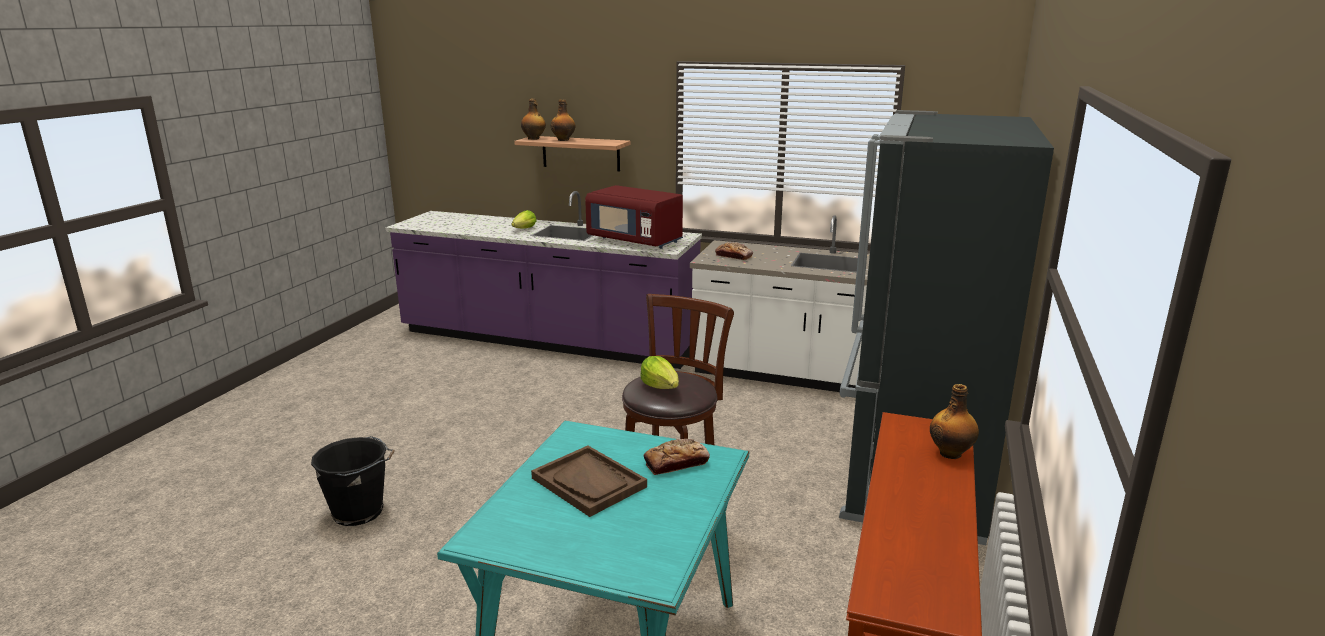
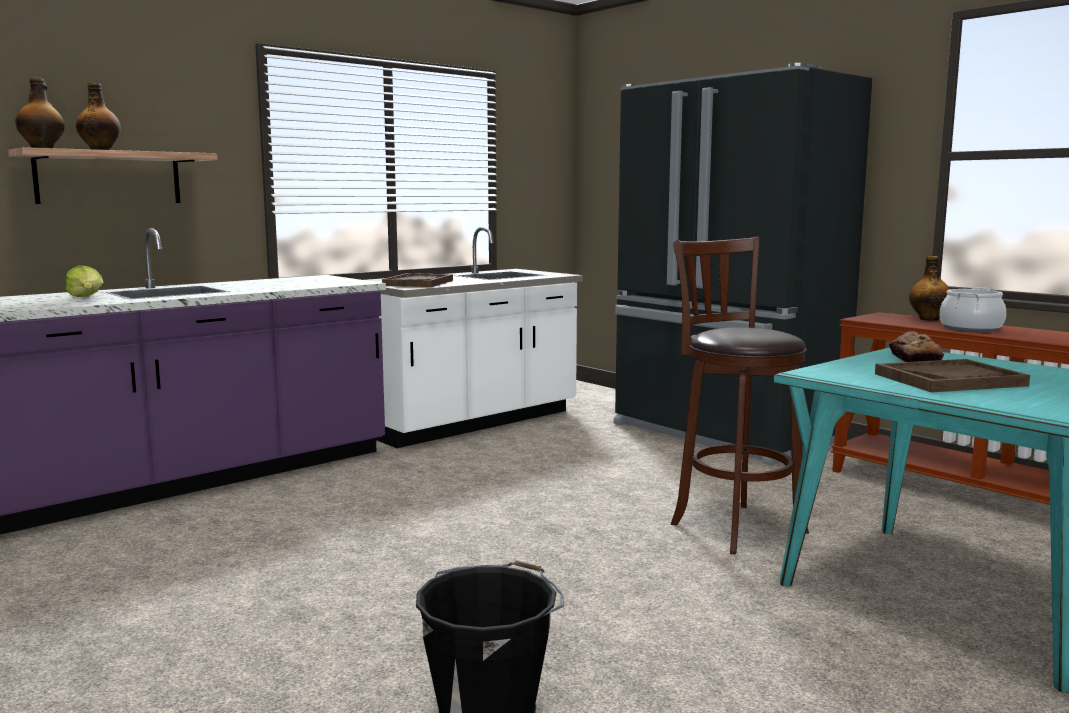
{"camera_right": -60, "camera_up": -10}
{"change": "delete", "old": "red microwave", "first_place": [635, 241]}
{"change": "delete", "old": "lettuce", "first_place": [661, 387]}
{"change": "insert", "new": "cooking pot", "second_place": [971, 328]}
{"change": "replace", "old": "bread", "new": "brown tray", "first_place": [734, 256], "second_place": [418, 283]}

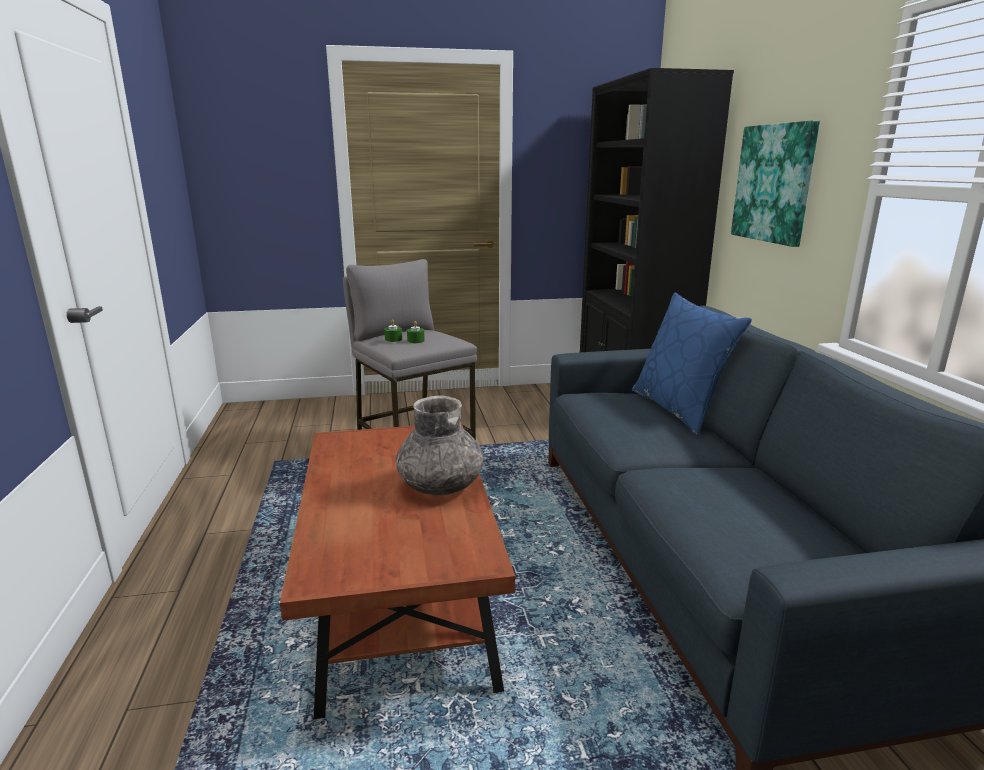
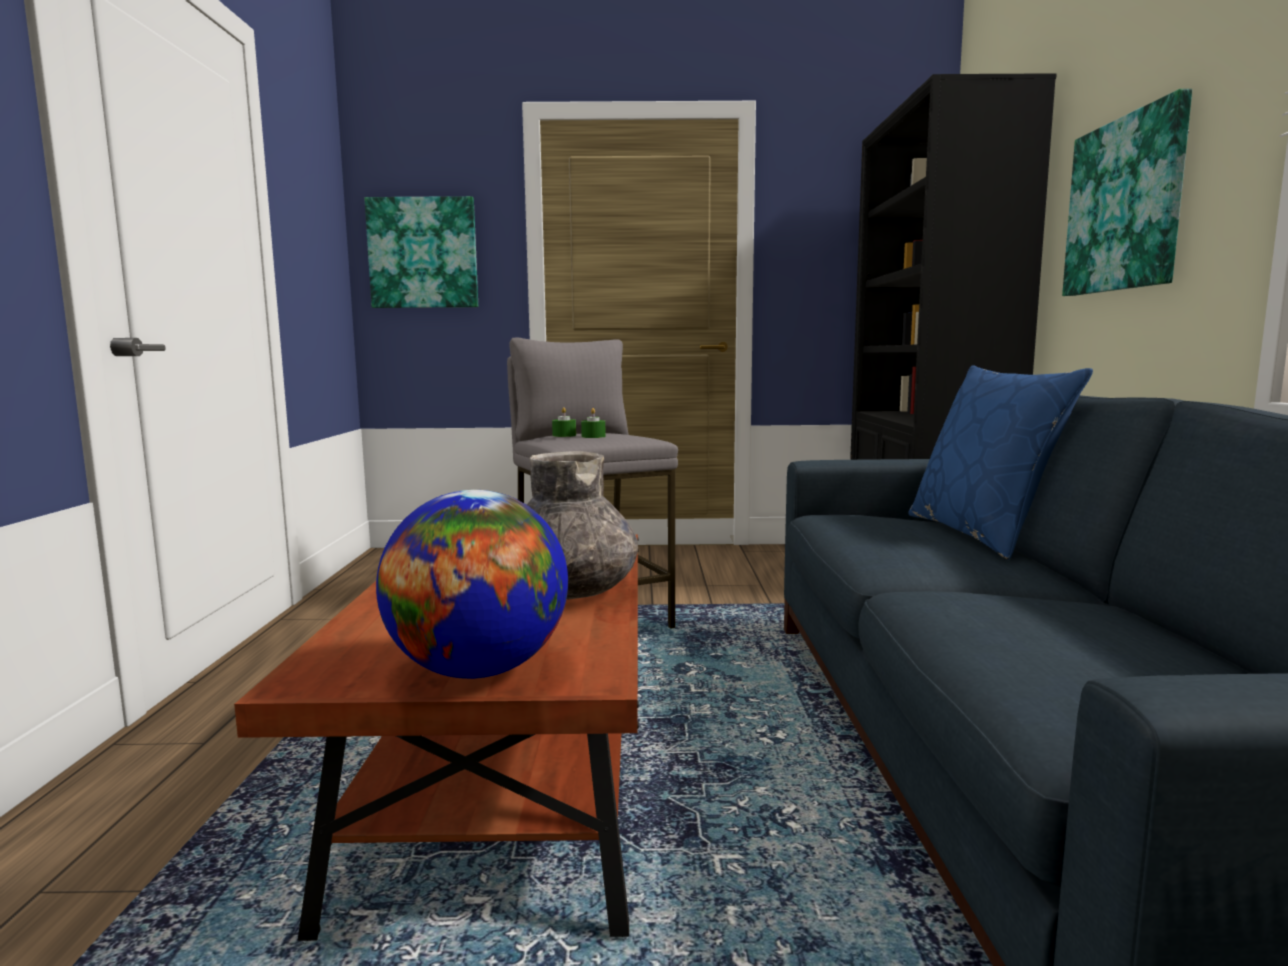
{"camera_right": 10, "camera_up": -10}
{"change": "insert", "new": "picture", "second_place": [423, 253]}
{"change": "insert", "new": "globe", "second_place": [478, 670]}

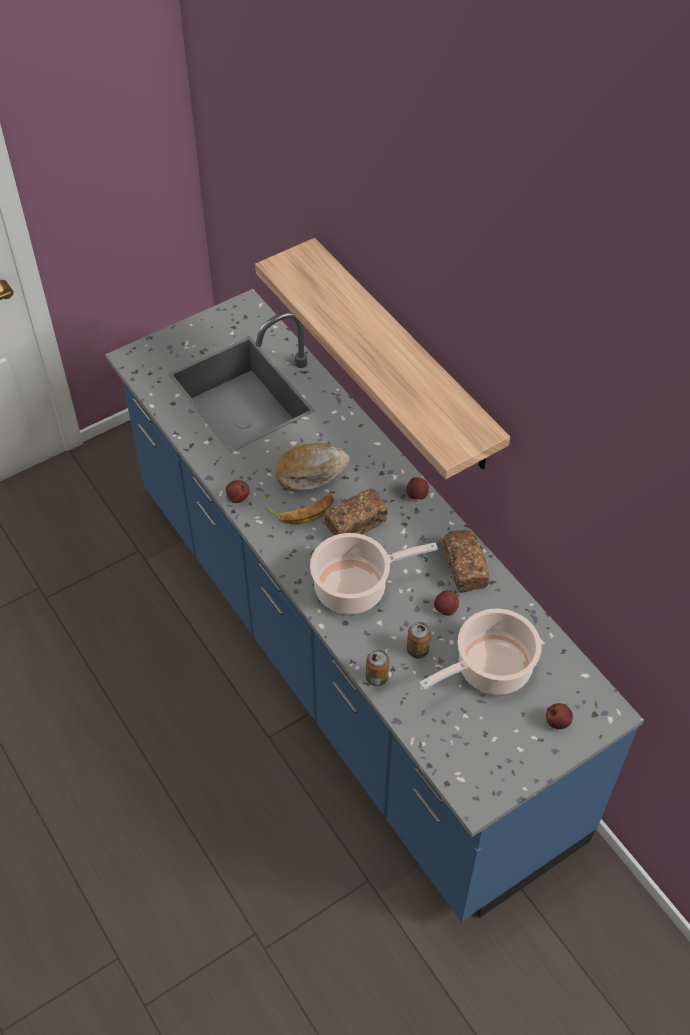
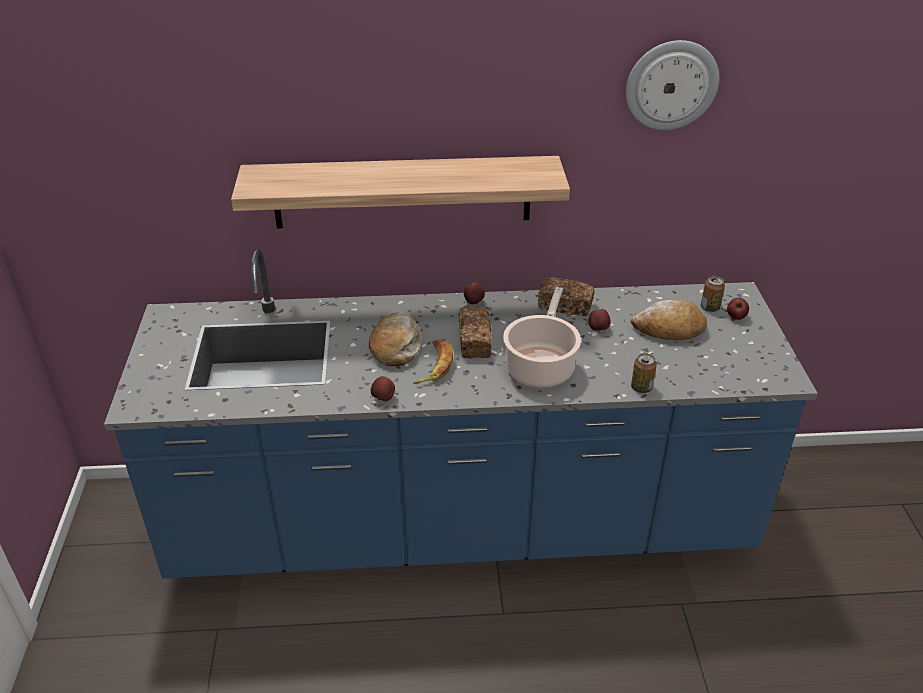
{"camera_right": -60, "camera_up": -15}
{"change": "insert", "new": "wall clock", "second_place": [671, 85]}
{"change": "move", "old": "can", "first_place": [417, 650], "second_place": [710, 308]}
{"change": "replace", "old": "cooking pot", "new": "bread", "first_place": [489, 669], "second_place": [669, 329]}

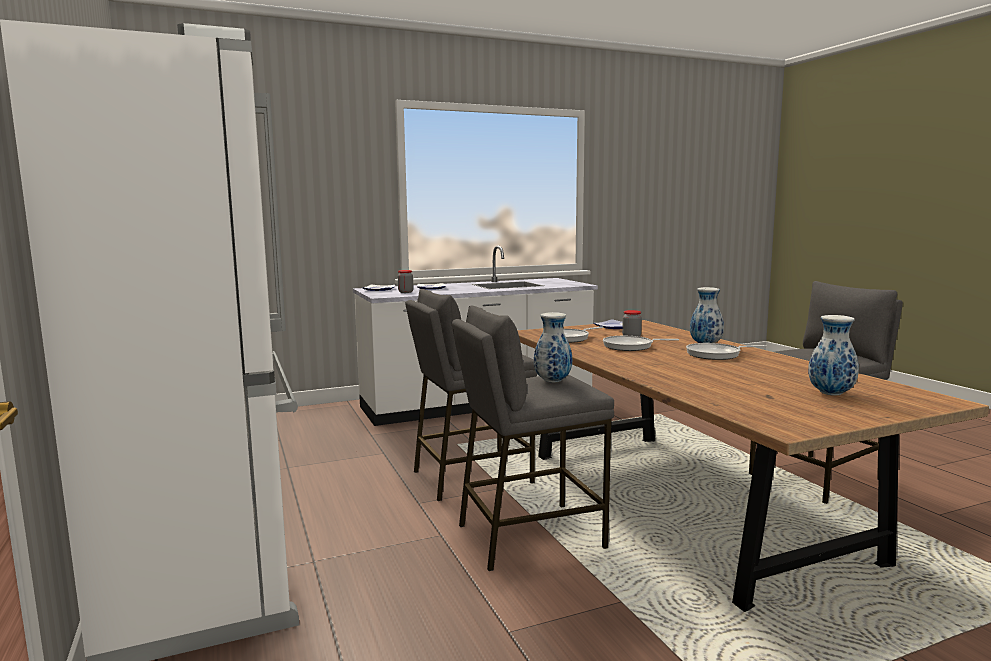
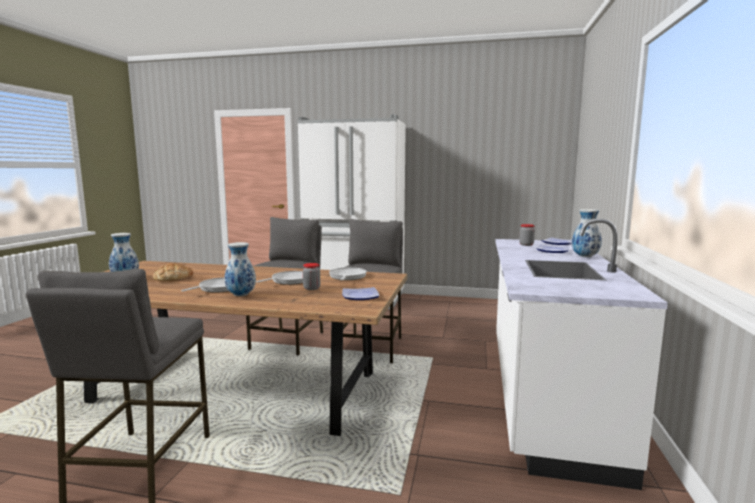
{"camera_right": 125, "camera_up": 0}
{"change": "insert", "new": "bread", "second_place": [173, 278]}
{"change": "move", "old": "vase", "first_place": [552, 381], "second_place": [585, 257]}

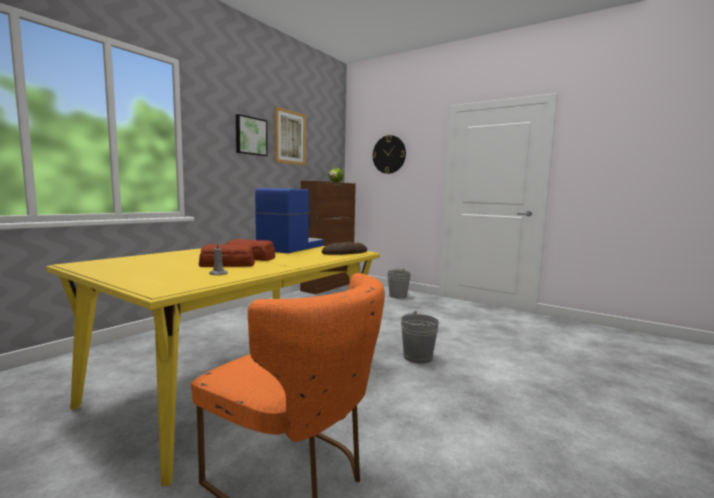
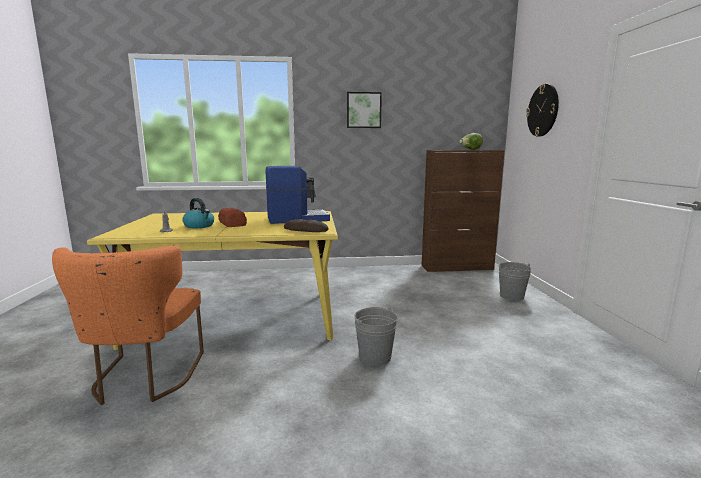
{"camera_right": 50, "camera_up": 5}
{"change": "delete", "old": "picture", "first_place": [290, 137]}
{"change": "replace", "old": "bread", "new": "kettle", "first_place": [226, 264], "second_place": [199, 226]}

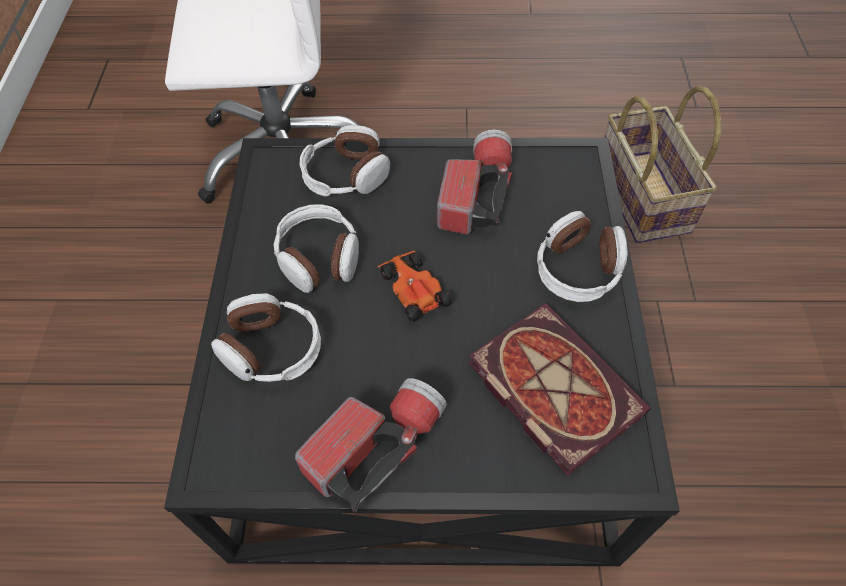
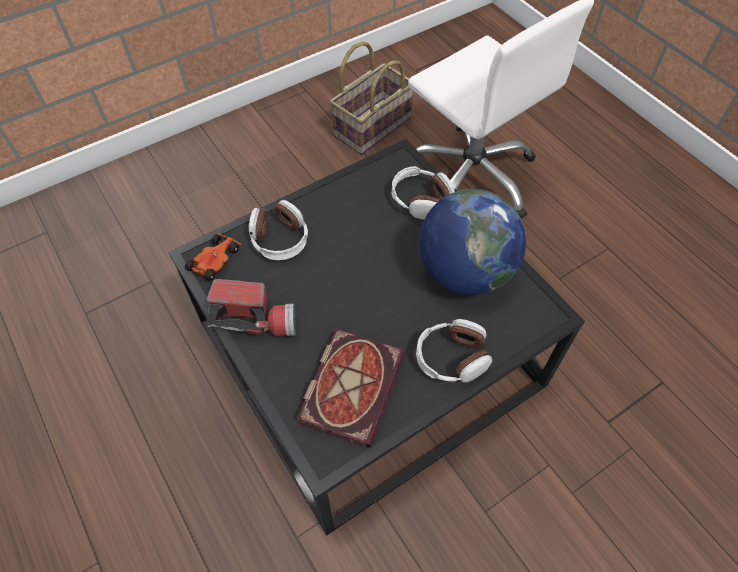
{"camera_right": 55, "camera_up": 0}
{"change": "delete", "old": "headphones", "first_place": [319, 257]}
{"change": "move", "old": "toy car", "first_place": [413, 289], "second_place": [215, 259]}
{"change": "move", "old": "basket", "first_place": [640, 197], "second_place": [372, 126]}
{"change": "replace", "old": "flashlight", "new": "globe", "first_place": [476, 194], "second_place": [464, 271]}

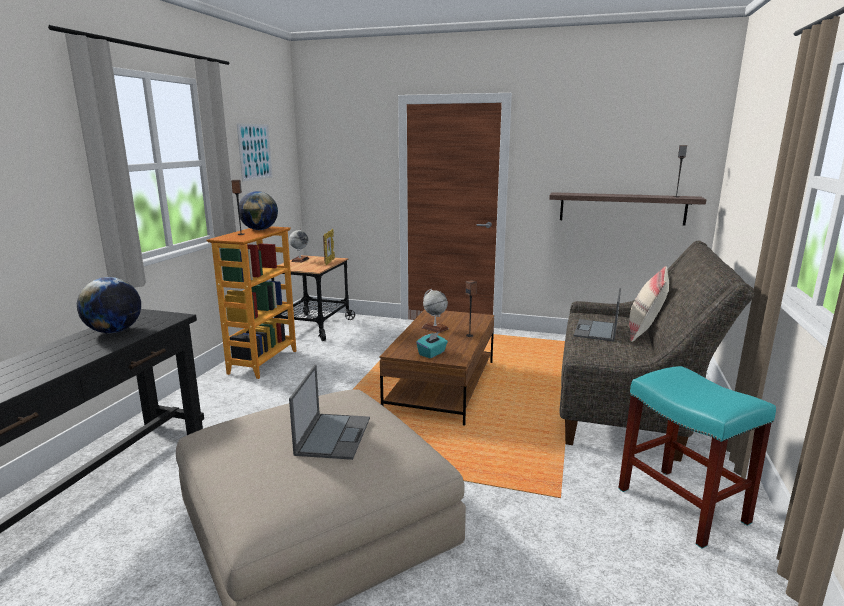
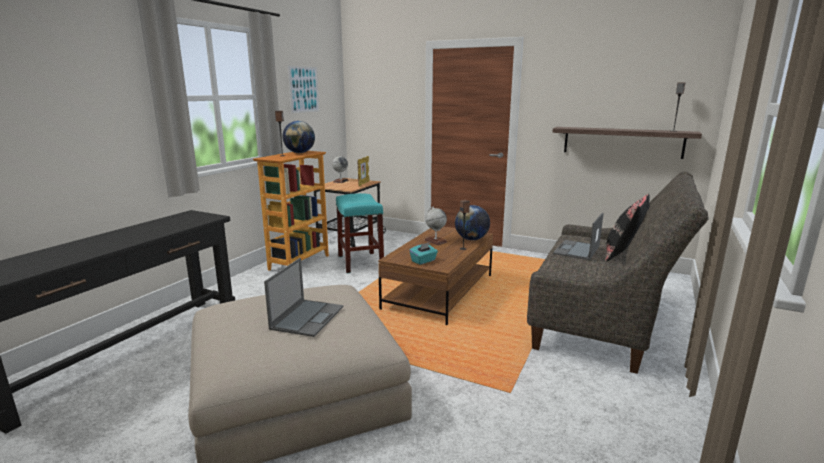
{"camera_right": 10, "camera_up": 0}
{"change": "move", "old": "globe", "first_place": [114, 331], "second_place": [471, 239]}
{"change": "move", "old": "turquoise stool", "first_place": [683, 506], "second_place": [361, 262]}
{"change": "recolor", "old": "beige pillow", "new": "black pillow", "first_place": [645, 332], "second_place": [623, 254]}

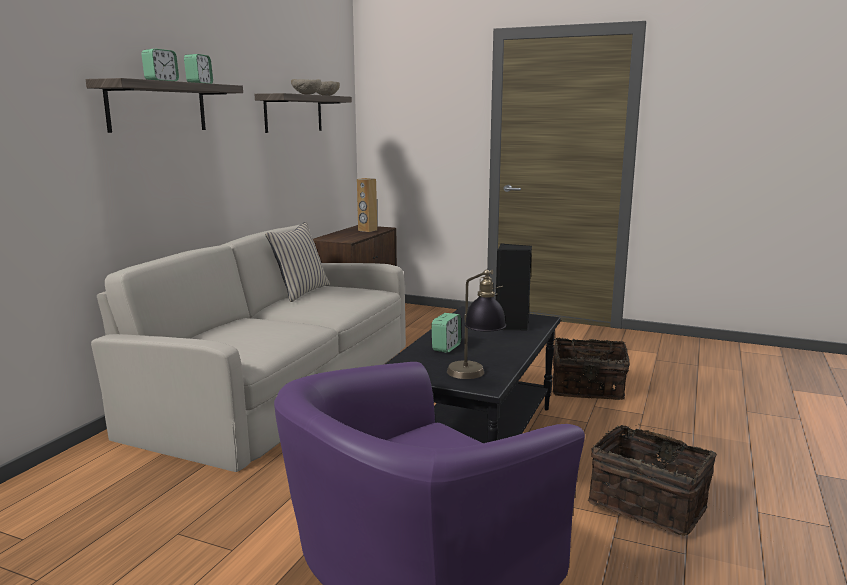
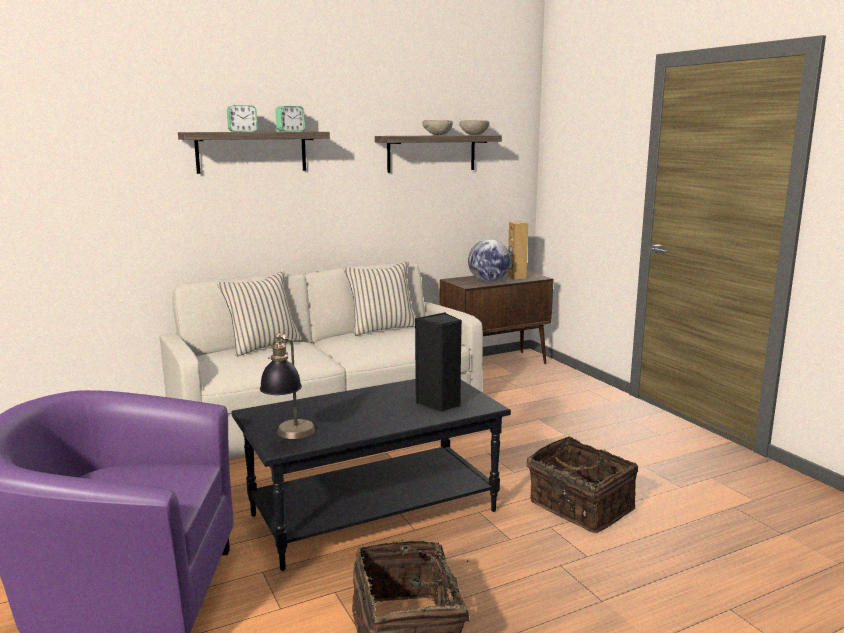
{"camera_right": 40, "camera_up": 0}
{"change": "delete", "old": "alarm clock", "first_place": [446, 347]}
{"change": "insert", "new": "beige pillow", "second_place": [263, 346]}
{"change": "insert", "new": "globe", "second_place": [488, 281]}

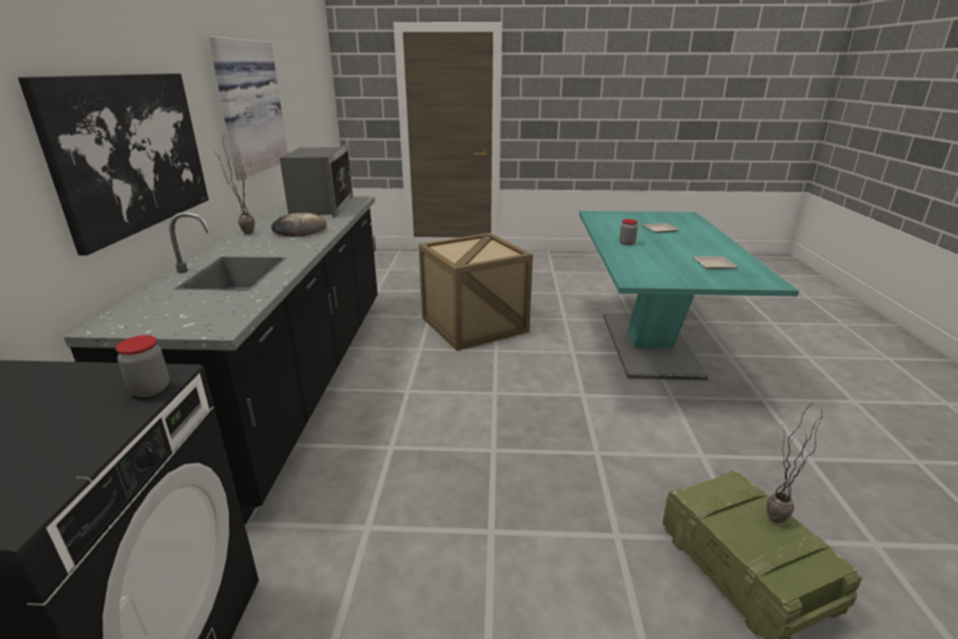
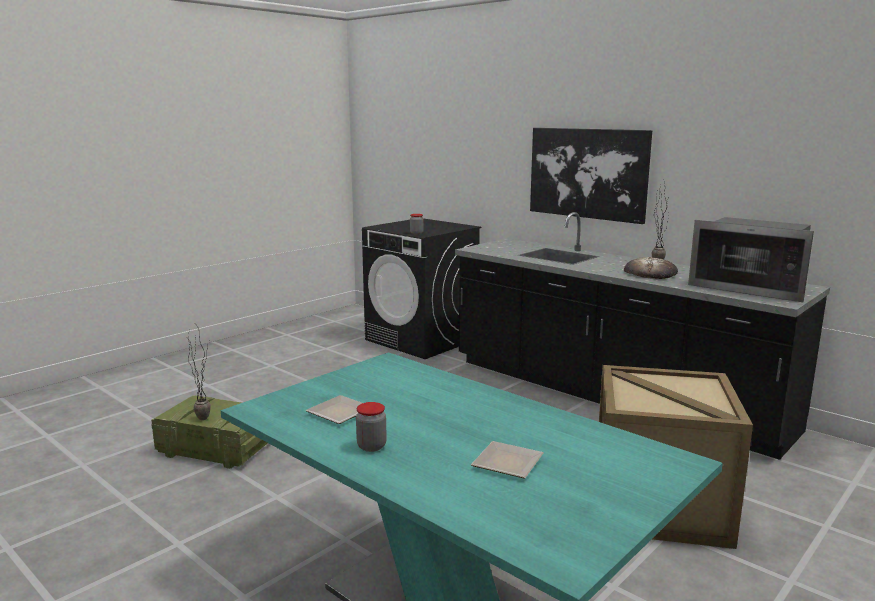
{"camera_right": 130, "camera_up": -10}
{"change": "delete", "old": "picture", "first_place": [247, 107]}
{"change": "move", "old": "jar", "first_place": [627, 243], "second_place": [371, 446]}

